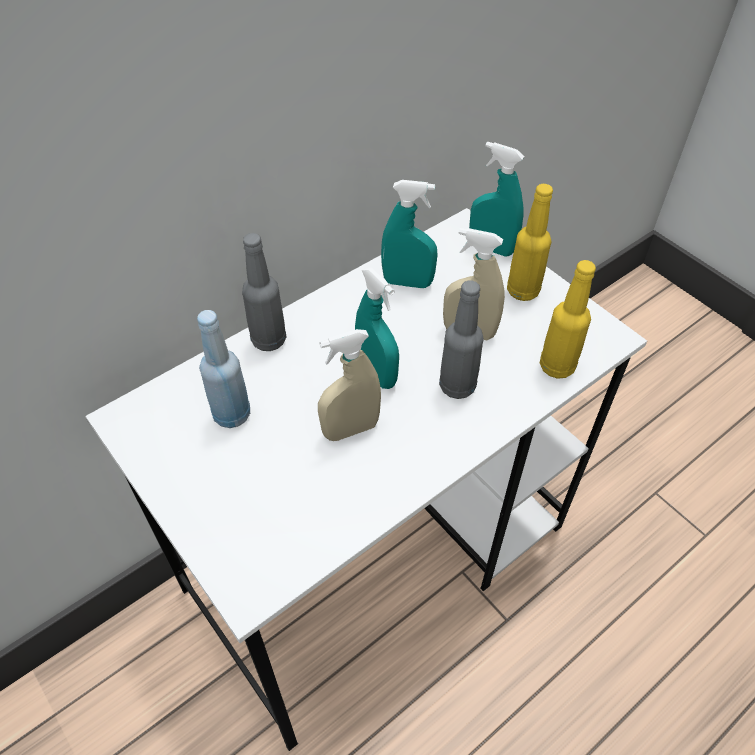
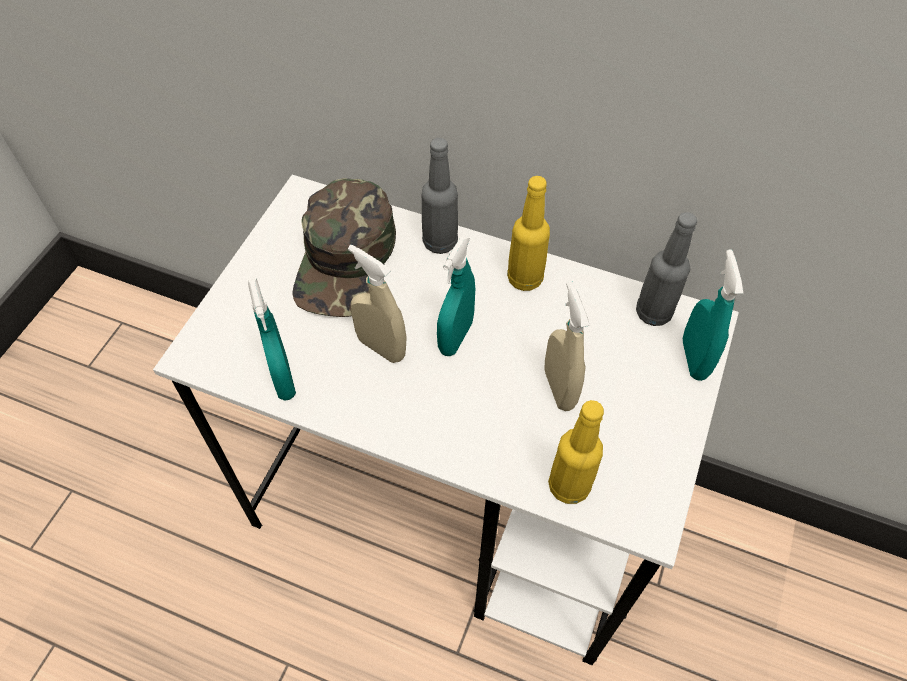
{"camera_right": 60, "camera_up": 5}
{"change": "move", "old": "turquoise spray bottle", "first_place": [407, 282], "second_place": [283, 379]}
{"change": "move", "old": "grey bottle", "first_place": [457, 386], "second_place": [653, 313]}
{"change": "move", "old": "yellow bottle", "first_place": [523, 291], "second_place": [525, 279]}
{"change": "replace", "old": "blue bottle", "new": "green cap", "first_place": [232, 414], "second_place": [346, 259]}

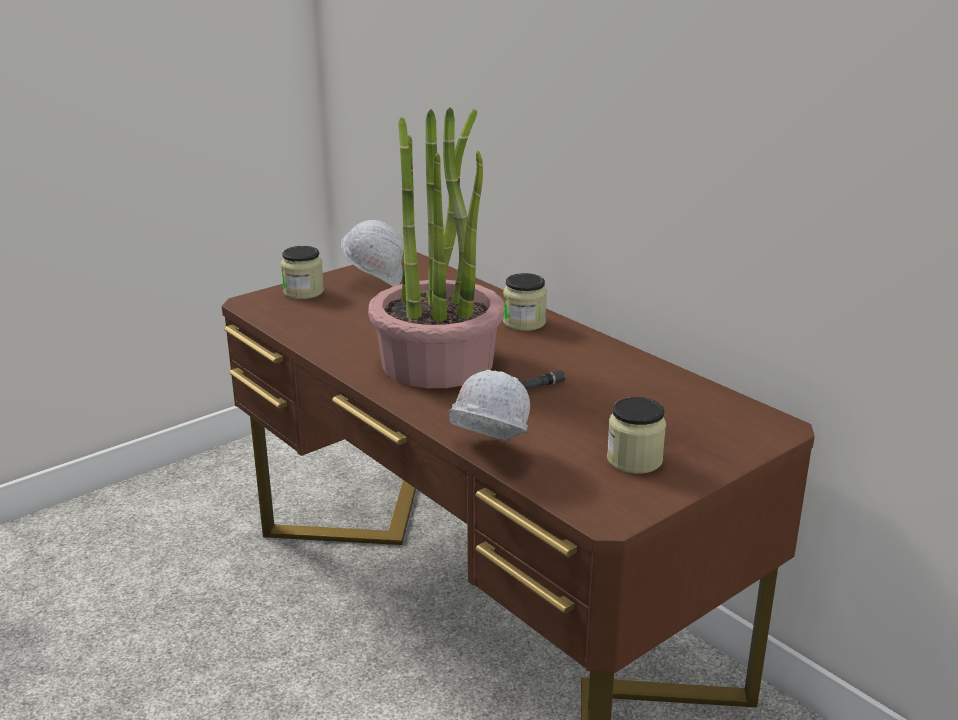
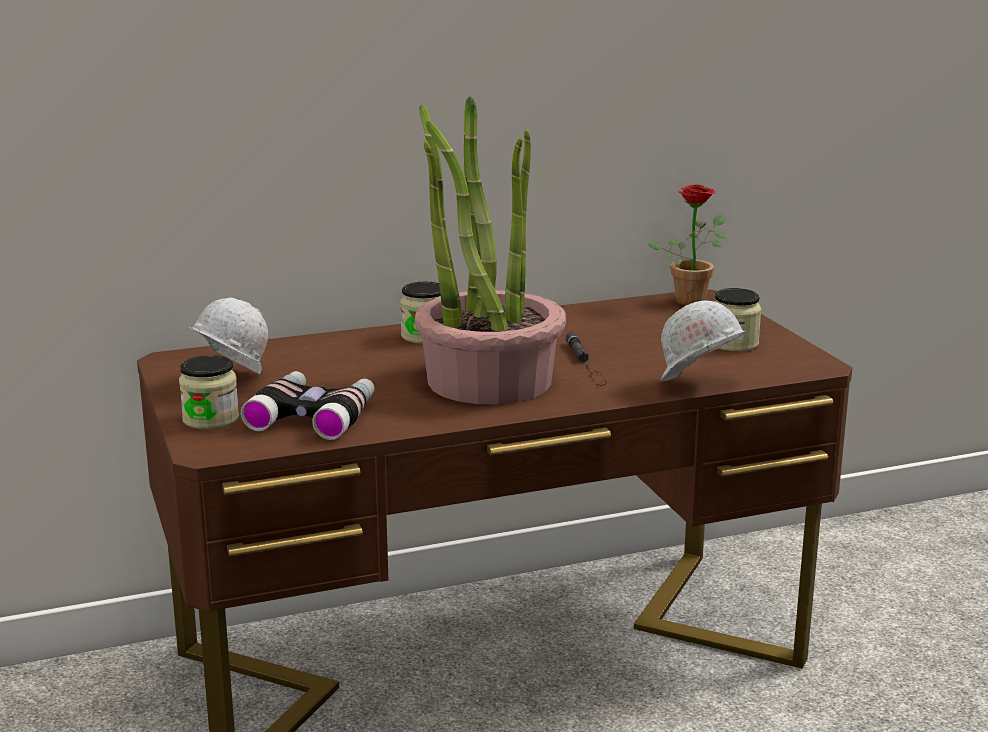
{"camera_right": -70, "camera_up": -5}
{"change": "insert", "new": "binoculars", "second_place": [313, 416]}
{"change": "insert", "new": "potted plant", "second_place": [692, 299]}

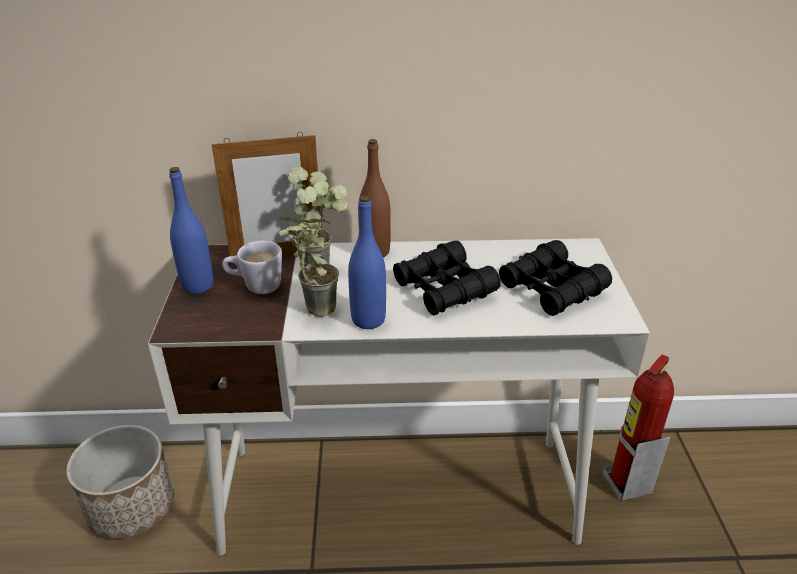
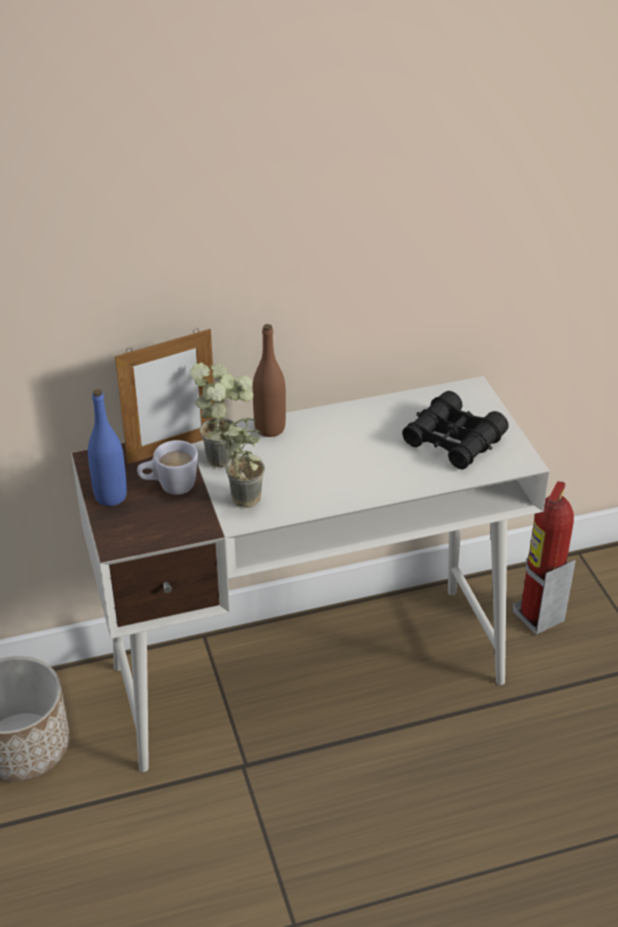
{"camera_right": -15, "camera_up": 5}
{"change": "delete", "old": "blue bottle", "first_place": [368, 320]}
{"change": "delete", "old": "black binoculars", "first_place": [444, 288]}

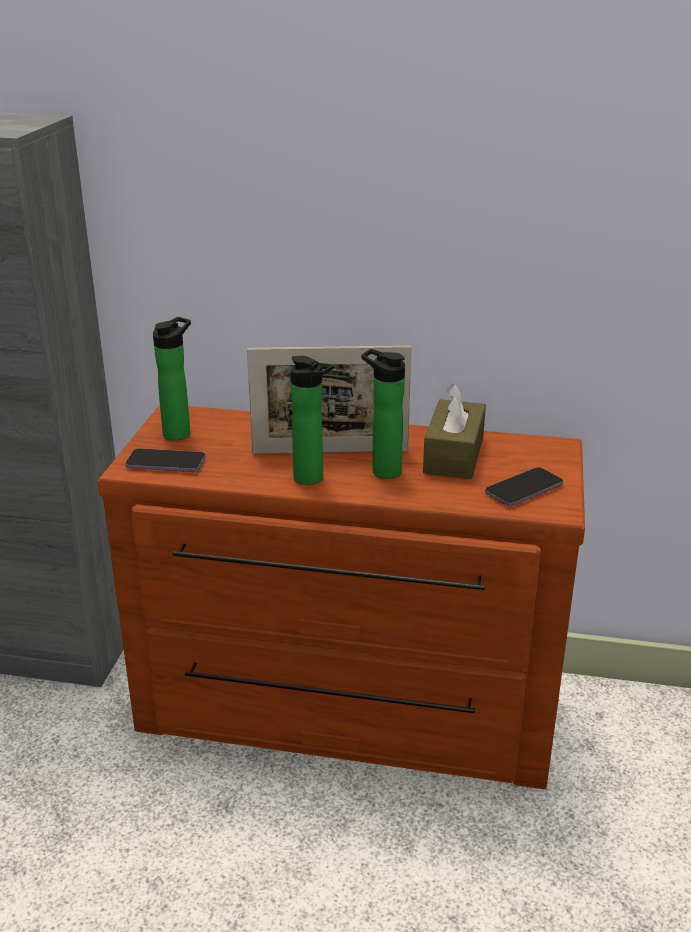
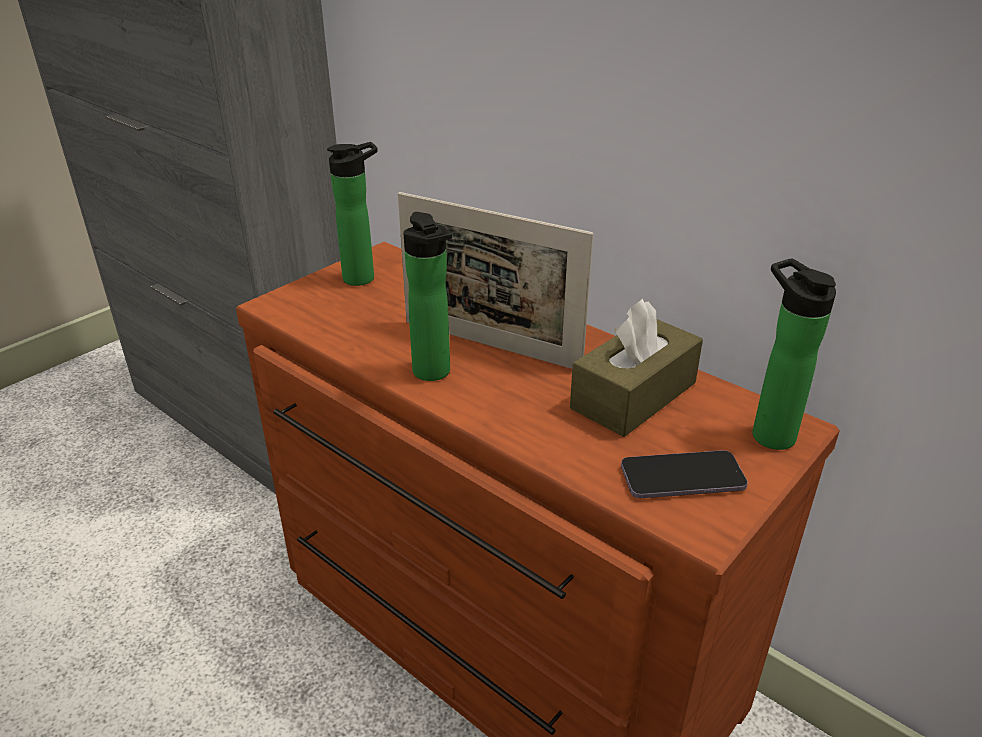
{"camera_right": 30, "camera_up": 5}
{"change": "delete", "old": "phone", "first_place": [166, 463]}
{"change": "move", "old": "bottle", "first_place": [382, 470], "second_place": [768, 433]}

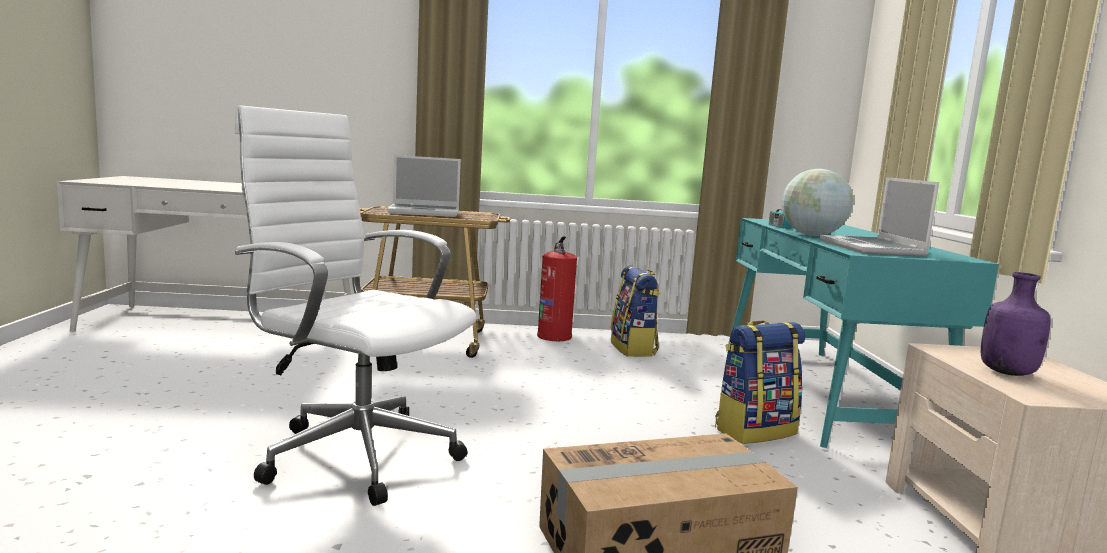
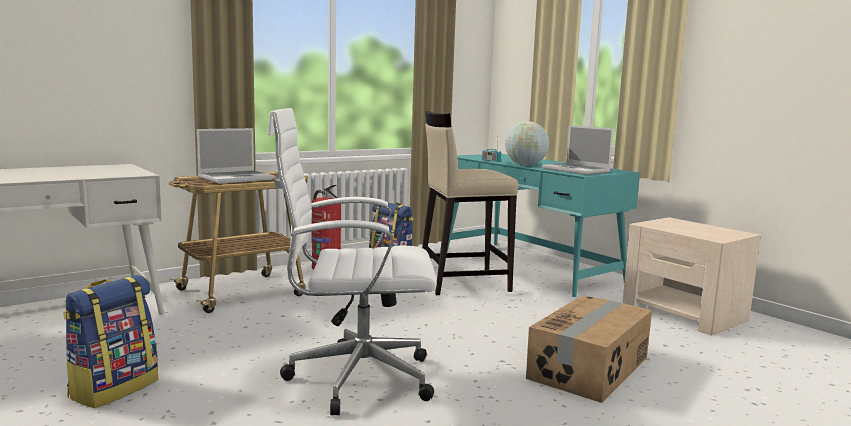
{"camera_right": -35, "camera_up": 0}
{"change": "delete", "old": "purple bottle", "first_place": [1008, 373]}
{"change": "insert", "new": "beige stool", "second_place": [462, 282]}
{"change": "move", "old": "backpack", "first_place": [754, 430], "second_place": [114, 388]}

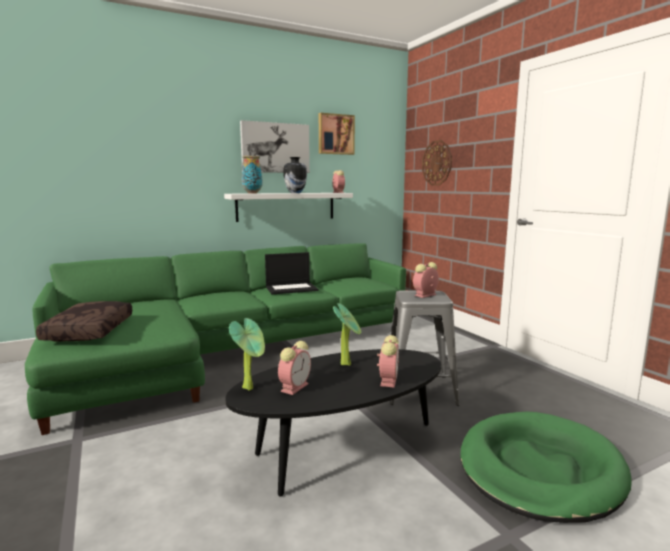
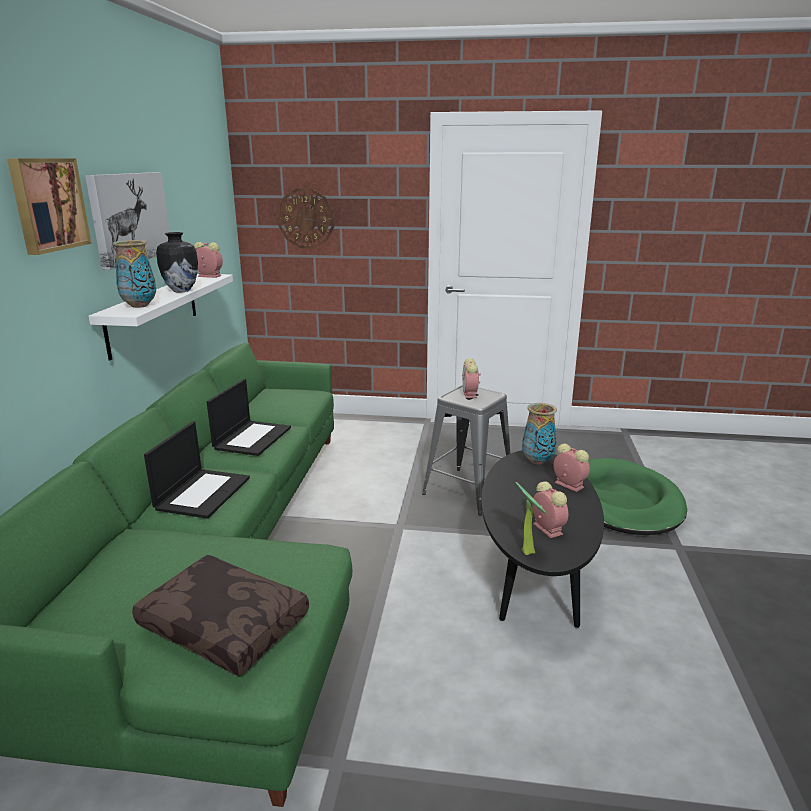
{"camera_right": -55, "camera_up": 10}
{"change": "delete", "old": "potted plant", "first_place": [347, 363]}
{"change": "insert", "new": "laptop", "second_place": [203, 493]}
{"change": "insert", "new": "vase", "second_place": [537, 461]}
{"change": "move", "old": "picture", "first_place": [335, 134], "second_place": [47, 204]}

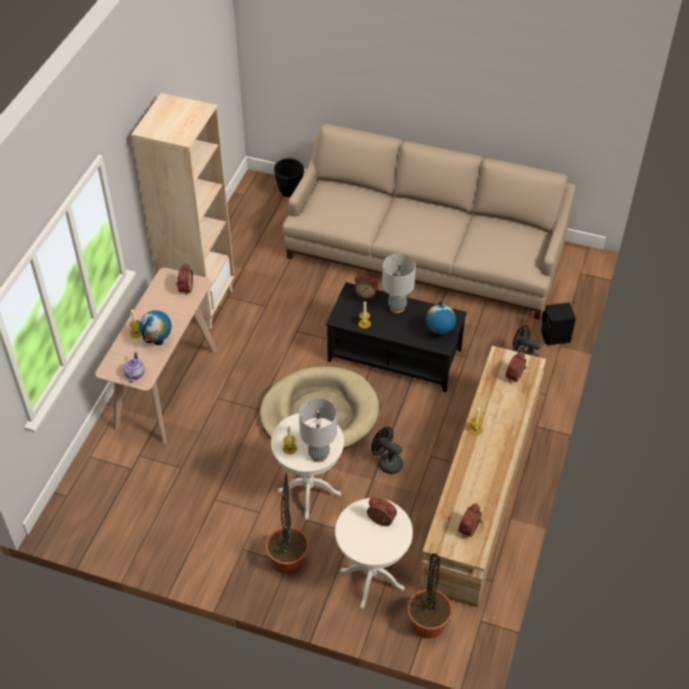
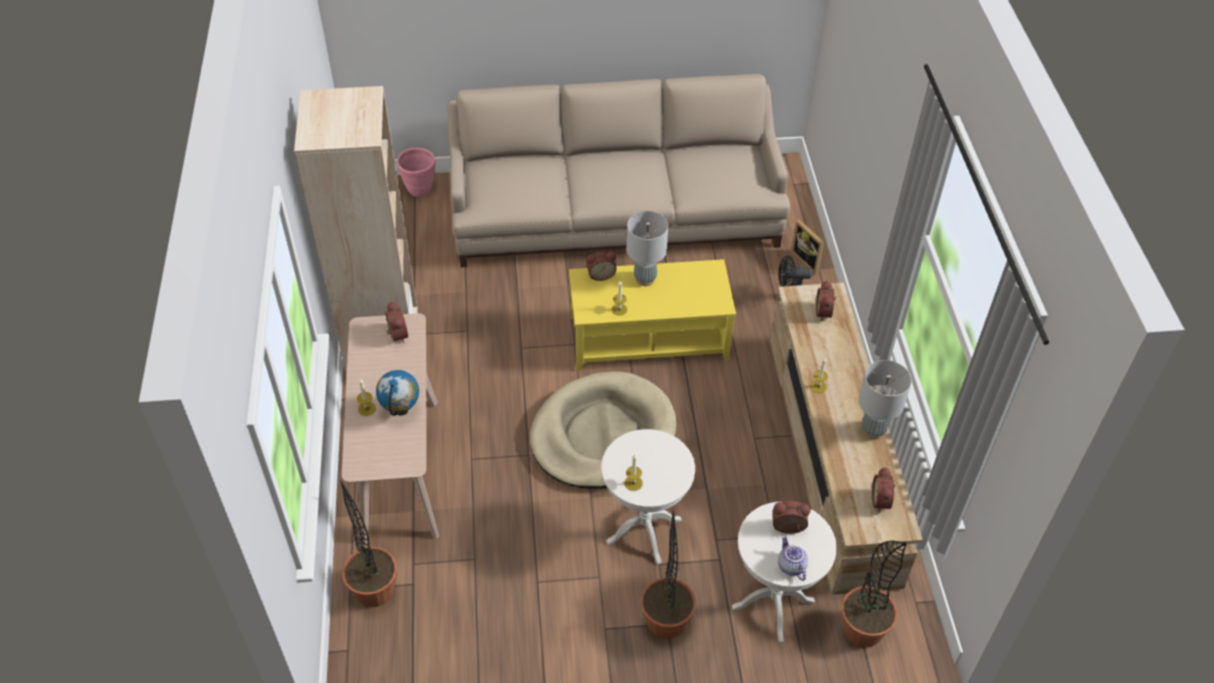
{"camera_right": -25, "camera_up": 0}
{"change": "delete", "old": "black fan", "first_place": [387, 462]}
{"change": "delete", "old": "globe", "first_place": [439, 334]}
{"change": "insert", "new": "potted plant", "second_place": [374, 590]}
{"change": "move", "old": "teapot", "first_place": [134, 374], "second_place": [790, 566]}
{"change": "move", "old": "grey table lamp", "first_place": [319, 454], "second_place": [872, 430]}
{"change": "replace", "old": "black speaker", "new": "picture frame", "first_place": [555, 337], "second_place": [808, 260]}
{"change": "recolor", "old": "black planter", "new": "pink planter", "first_place": [290, 192], "second_place": [420, 190]}
{"change": "recolor", "old": "black coffee table", "new": "yellow coffee table", "first_place": [395, 354], "second_place": [648, 337]}

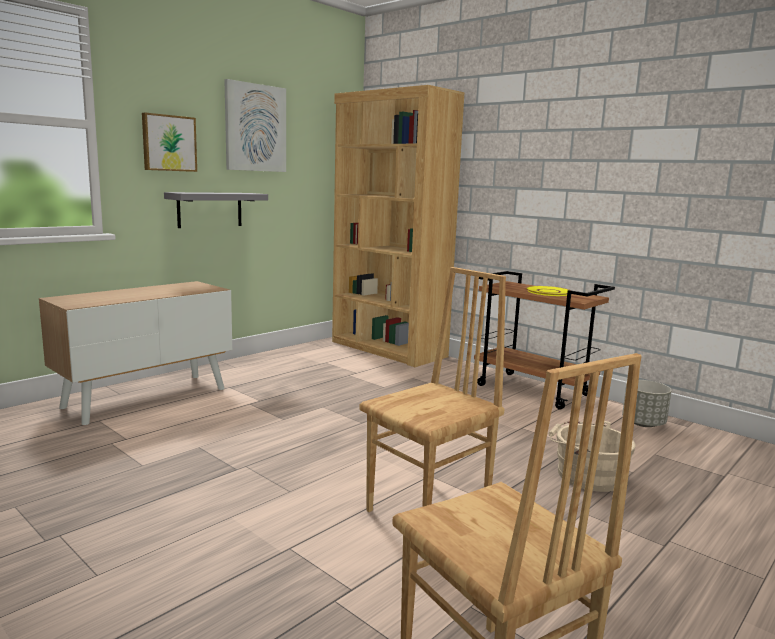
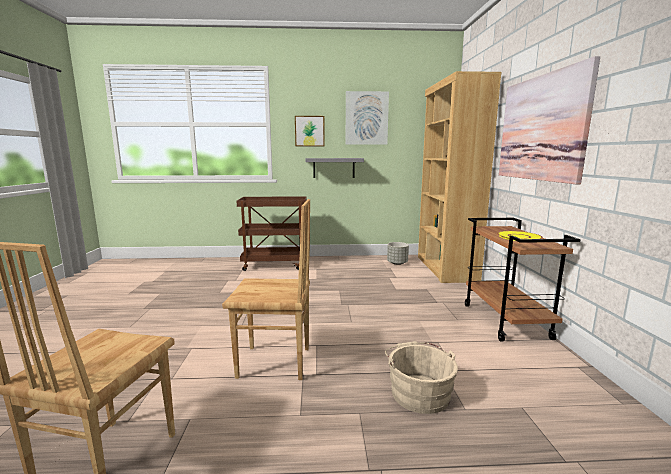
{"camera_right": 45, "camera_up": 0}
{"change": "insert", "new": "picture", "second_place": [541, 128]}
{"change": "move", "old": "grey planter", "first_place": [643, 424], "second_place": [397, 263]}
{"change": "replace", "old": "cabinet", "new": "brown cart", "first_place": [146, 397], "second_place": [276, 265]}

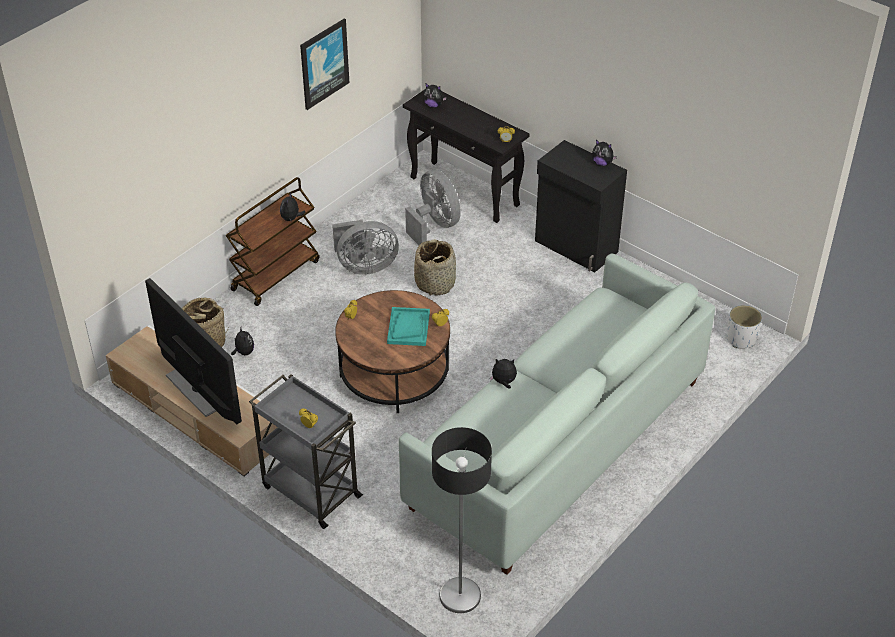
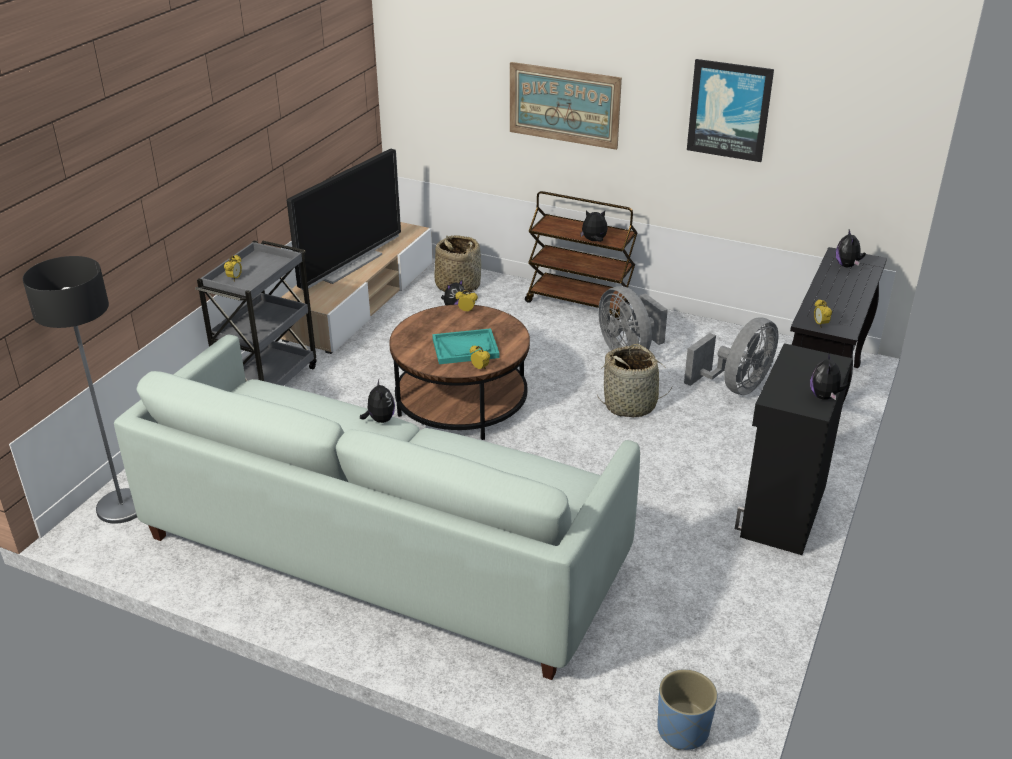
{"camera_right": 75, "camera_up": -10}
{"change": "insert", "new": "picture", "second_place": [564, 105]}
{"change": "recolor", "old": "white planter", "new": "blue planter", "first_place": [741, 339], "second_place": [682, 730]}

